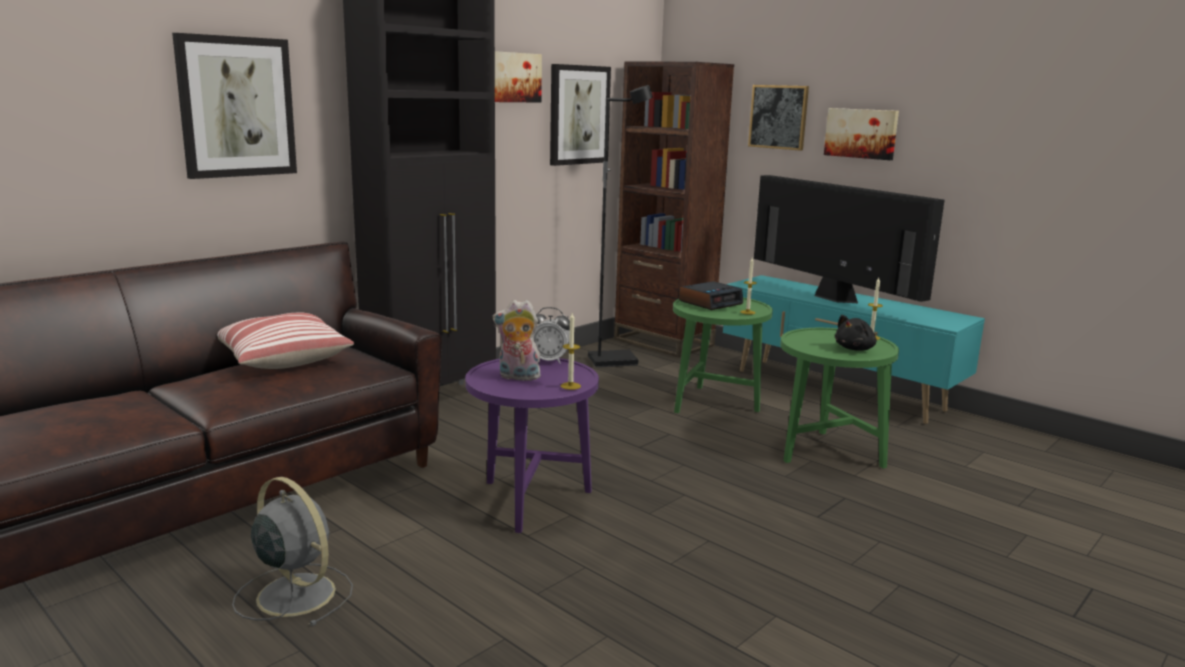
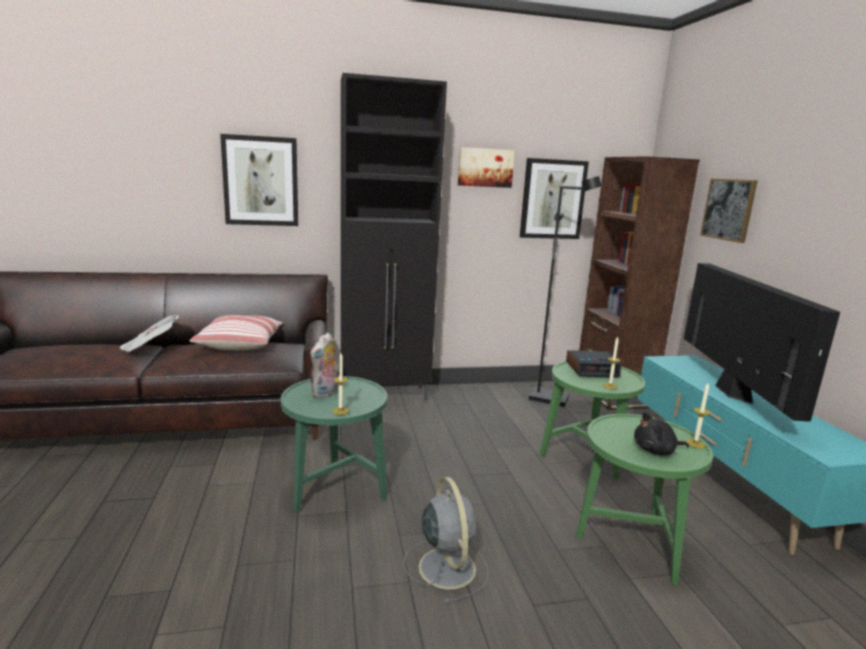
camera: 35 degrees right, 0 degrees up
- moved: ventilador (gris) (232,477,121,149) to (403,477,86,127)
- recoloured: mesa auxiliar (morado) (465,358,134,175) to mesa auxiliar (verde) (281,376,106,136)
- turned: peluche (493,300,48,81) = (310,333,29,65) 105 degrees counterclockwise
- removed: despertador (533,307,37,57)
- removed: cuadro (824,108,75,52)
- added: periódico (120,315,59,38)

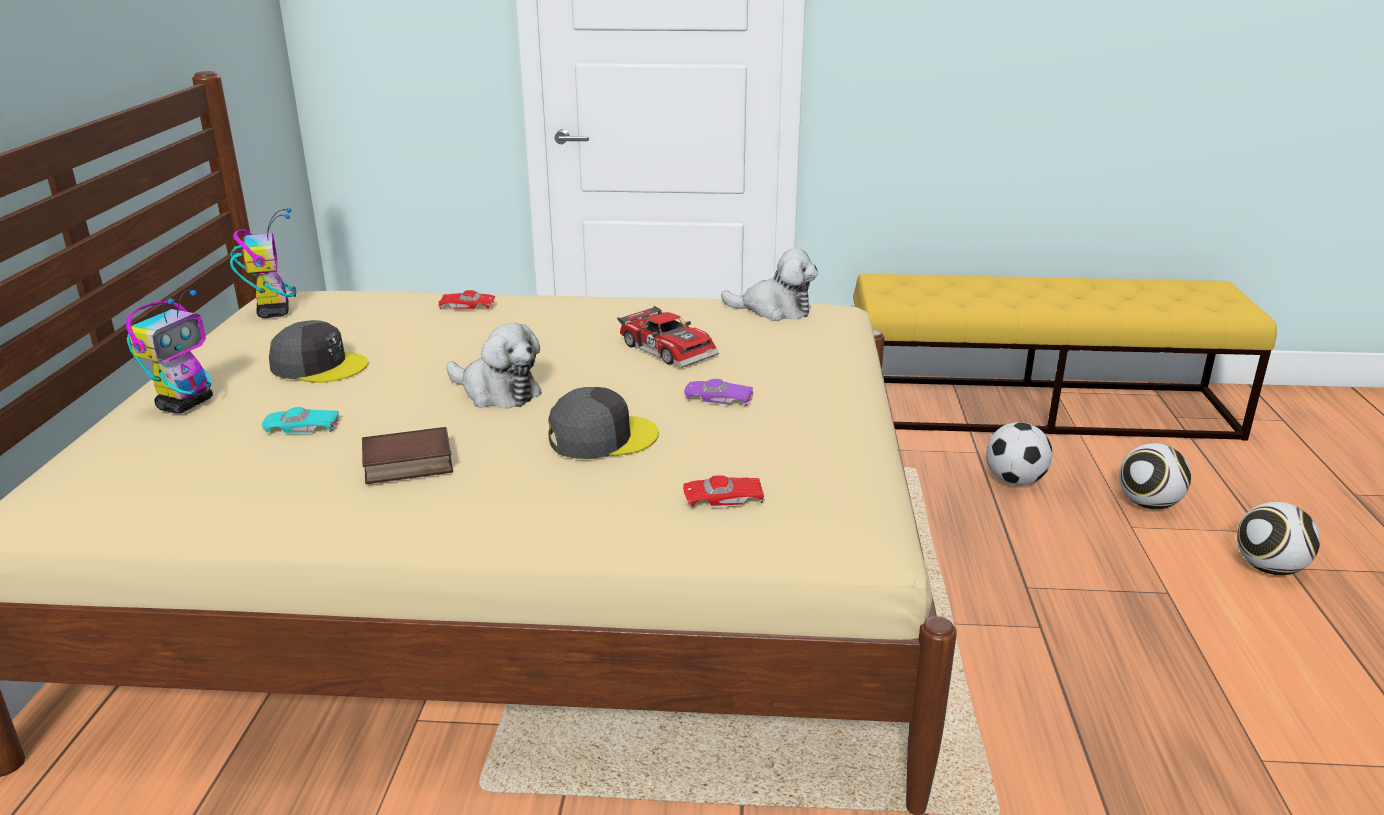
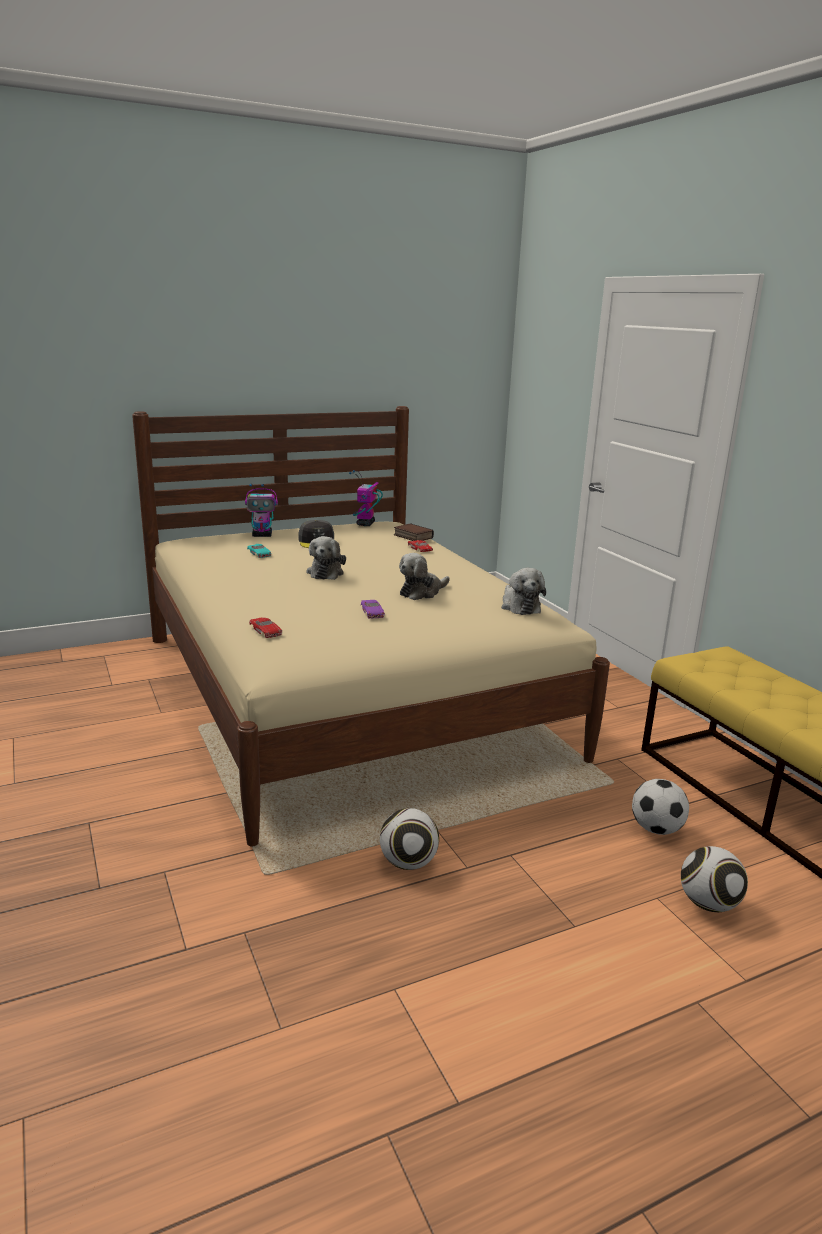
camera: 60 degrees right, 5 degrees down
- turned: robot de juguete (230,208,67,110) = (349,470,34,56) 150 degrees clockwise
- moved: libro (362,427,91,57) to (394,523,40,18)
- removed: gorra (gris) (548,387,111,72)
- replaced: coche de juguete (617,306,102,62) to peluche (399,553,51,47)
- moved: balón de fútbol (1237,502,83,73) to (380,808,59,62)

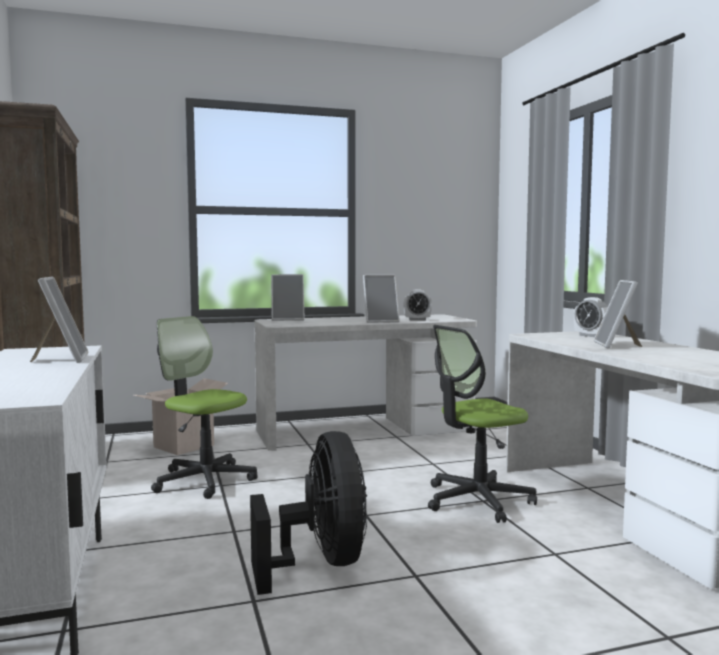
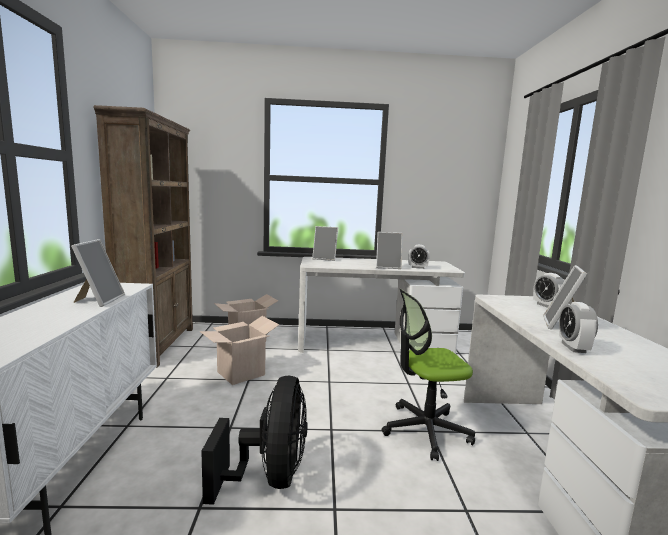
camera: 15 degrees right, 5 degrees up
- replaced: silla de oficina (151,316,107,183) to caja de cartón (200,316,79,69)
- added: despertador (559,302,39,51)

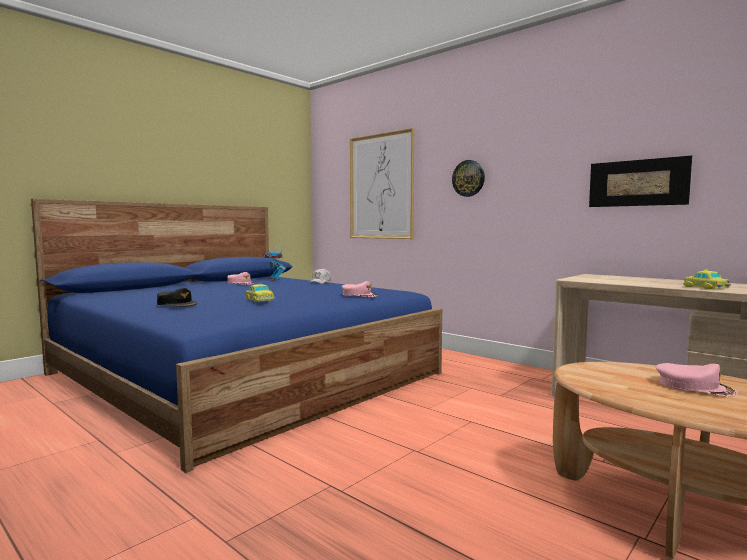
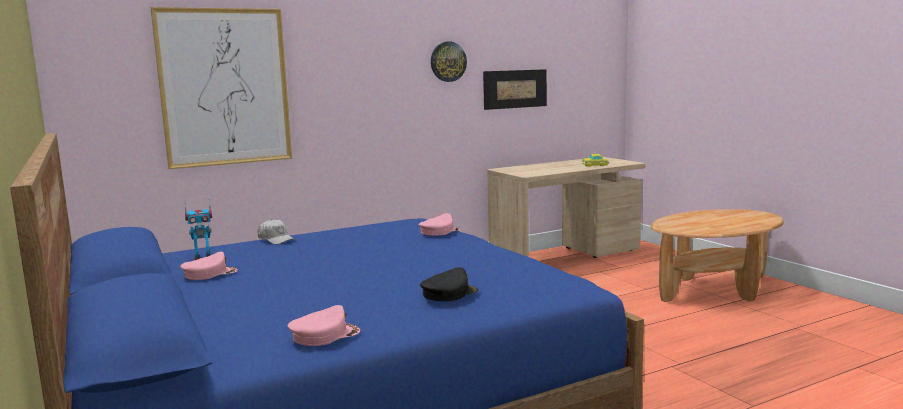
camera: 70 degrees left, 5 degrees up
- removed: coche de juguete (245,284,29,18)
- moved: reloj de pared (452,160,33,37) to (431,42,36,40)
- moved: gorra (rosa) (656,363,81,34) to (288,305,72,41)

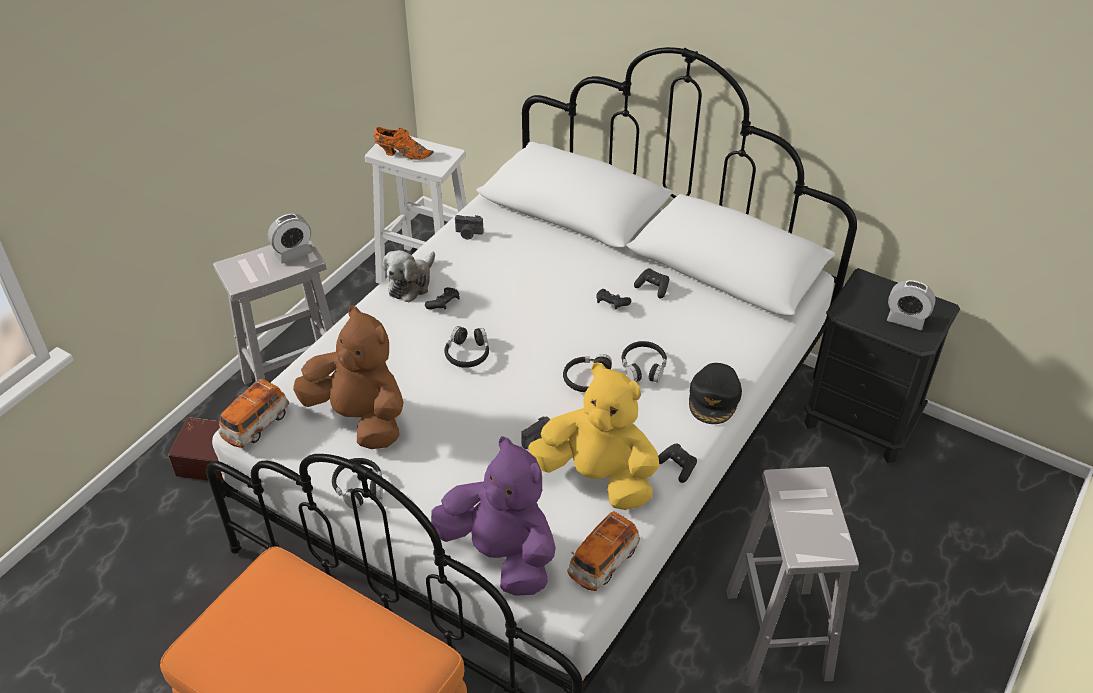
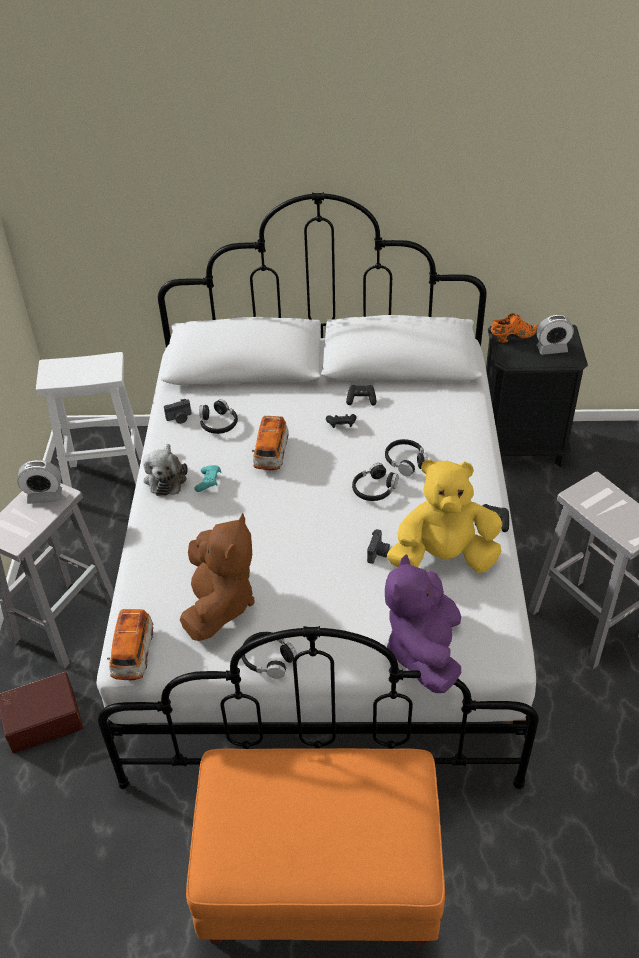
camera: 30 degrees left, 0 degrees up
- turned: despertador (268,214,44,50) = (17,460,45,44) 60 degrees clockwise
- turned: peluche (marrón) (293,306,111,143) = (180,513,74,128) 90 degrees clockwise
- moved: zapato (naranja) (374,127,60,33) to (490,313,49,30)
- recoloured: mando de consola (negro) (425,287,35,23) to mando de consola (turquesa) (195,465,26,27)
- turned: peluche (morado) (431,436,125,160) = (385,555,76,138) 90 degrees counterclockwise
- moved: auriculares (negro) (444,326,45,42) to (199,399,39,35)
- moved: coche de juguete (567,511,73,80) to (252,416,37,54)
- removed: gorra (negro) (689,363,53,61)

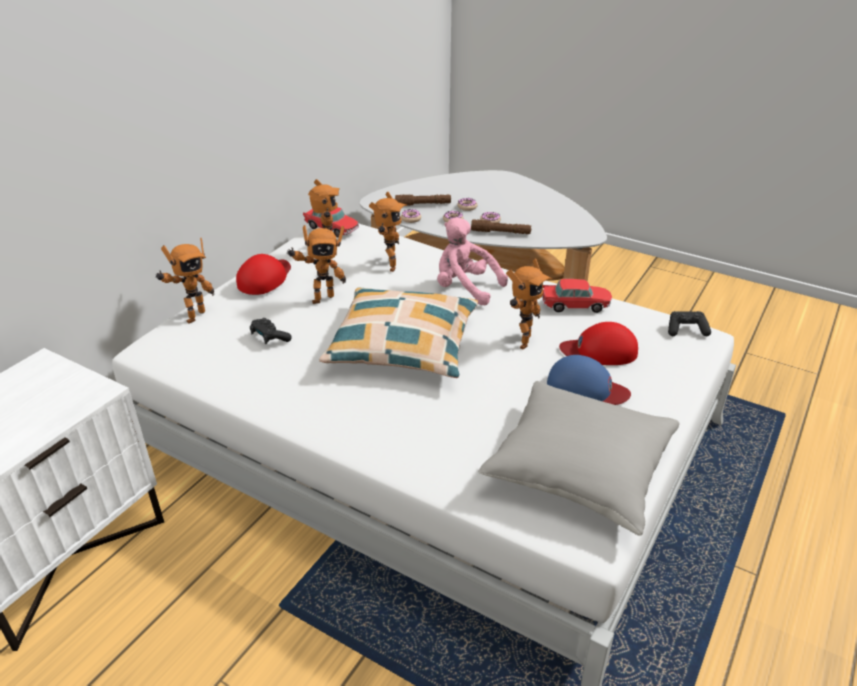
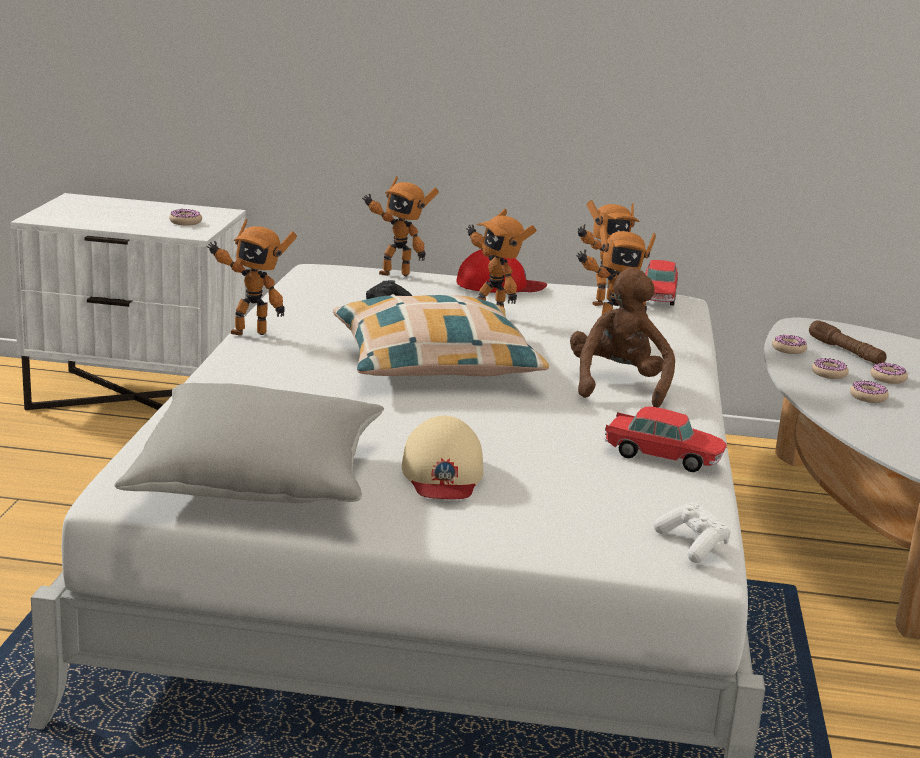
camera: 65 degrees right, 15 degrees down
- recoloured: peluche (rosa) (437,218,71,87) to peluche (marrón) (570,267,105,141)
- removed: linterna (marrón) (471,219,60,15)
- moved: robot de juguete (506,258,46,92) to (206,219,91,116)
- turned: coche de juguete (542,279,70,34) = (605,406,122,66) 45 degrees counterclockwise
- recoloured: gorra (azul) (547,355,84,50) to gorra (beis) (402,415,81,84)
- removed: gorra (rojo) (559,322,79,43)
- recoloured: mando de consola (negro) (668,311,43,25) to mando de consola (blanco) (654,502,77,61)
- added: rosquilla (169,209,33,17)

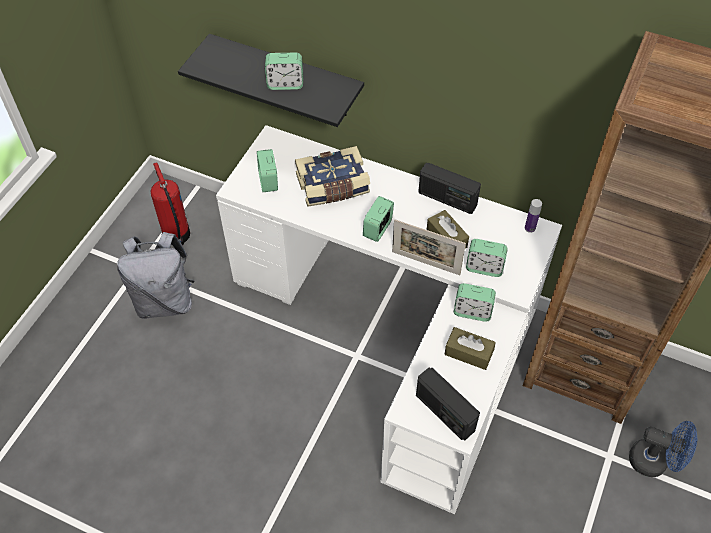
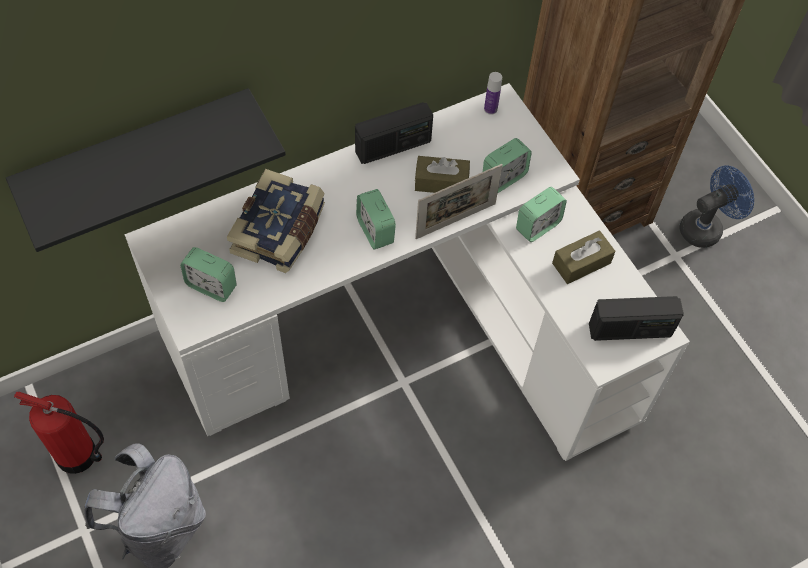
camera: 55 degrees left, 5 degrees up
- removed: despertador (265,53,38,37)

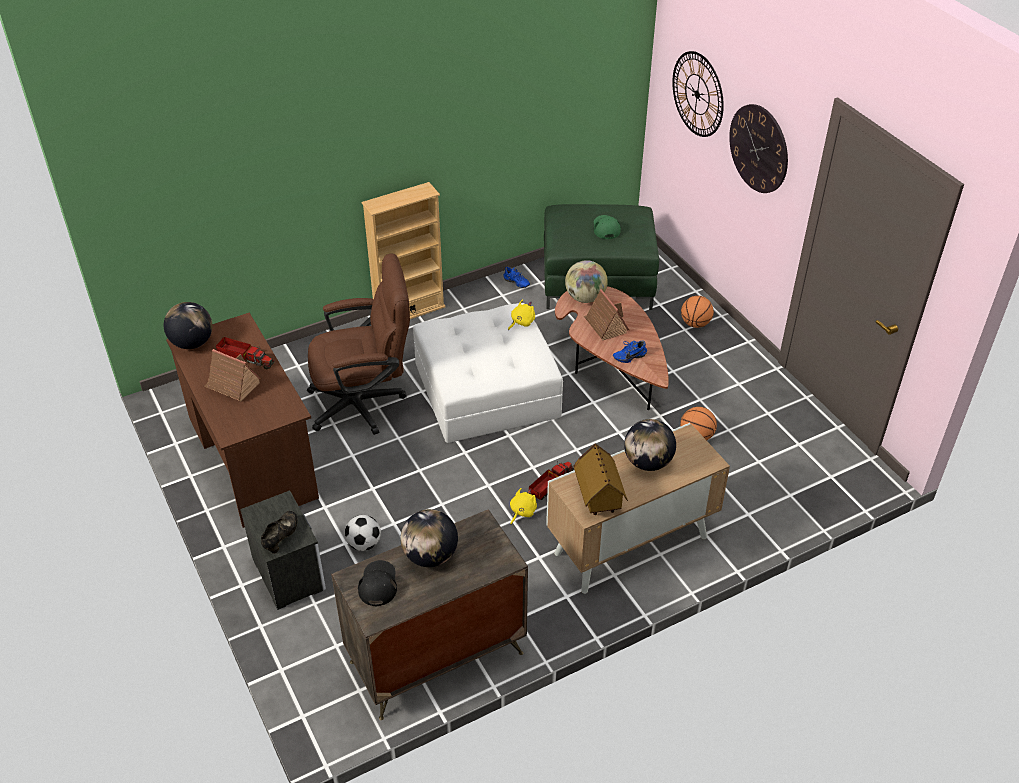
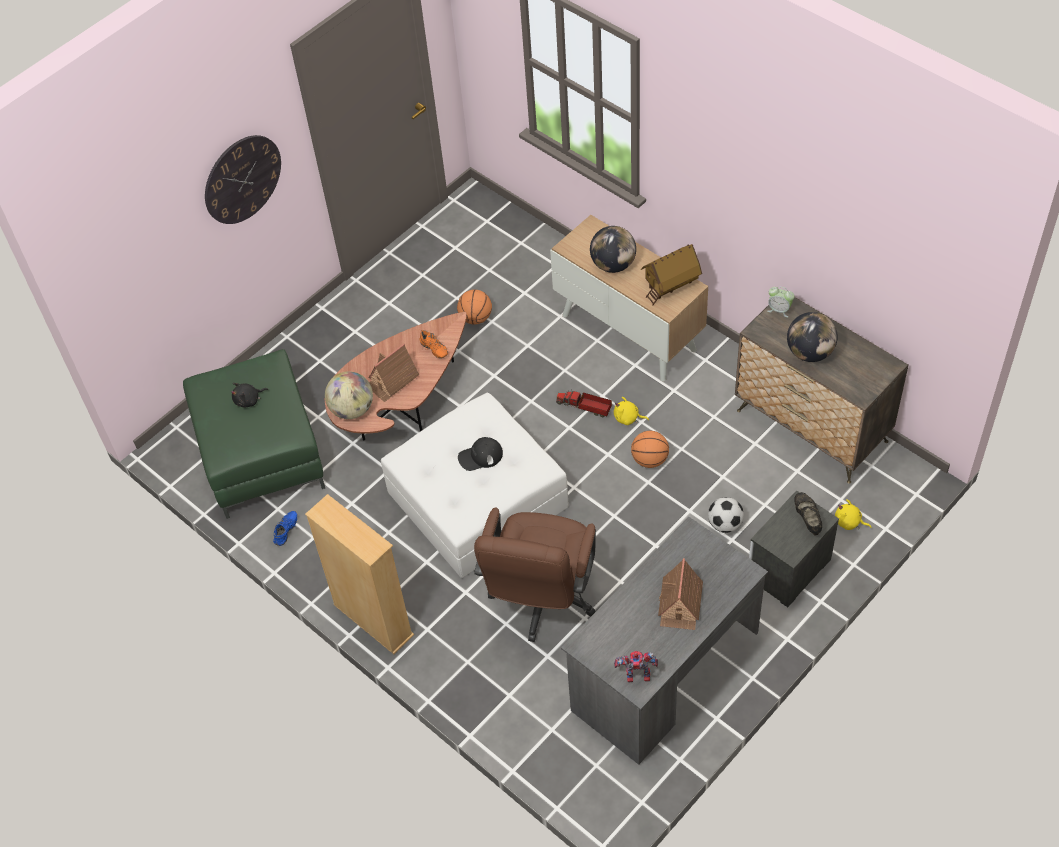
camera: 105 degrees left, 10 degrees up
- replaced: globo terráqueo (164,302,48,47) to robot de juguete (614,651,44,31)
- recoloured: escritorio (marrón) (166,313,153,215) to escritorio (gris) (561,517,207,248)
- removed: camión de juguete (216,337,58,33)
- turned: zapato (negro) (261,511,37,43) = (794,492,28,44) 75 degrees clockwise
- turned: silla de oficina (marrón) (307,254,103,181) = (474,507,122,135) 135 degrees counterclockwise
- moved: gorra (negro) (358,560,39,46) to (458,437,45,34)
- moved: peluche (amarillo) (508,299,27,31) to (835,499,37,31)
- replaced: gorra (verde) (594,215,27,24) to peluche (negro) (231,383,37,24)
- recoloured: zapato (azul) (613,340,34,23) to zapato (naranja) (420,330,28,28)
- removed: reloj de pared (672,51,52,86)
- moved: balón de baloncesto (681,296,33,32) to (631,431,38,37)
- added: despertador (767,287,28,30)

